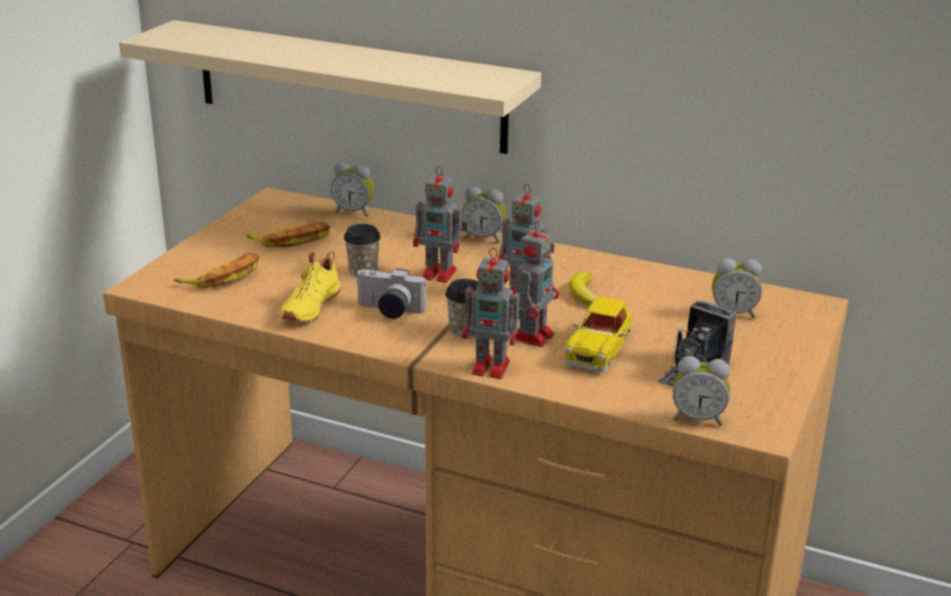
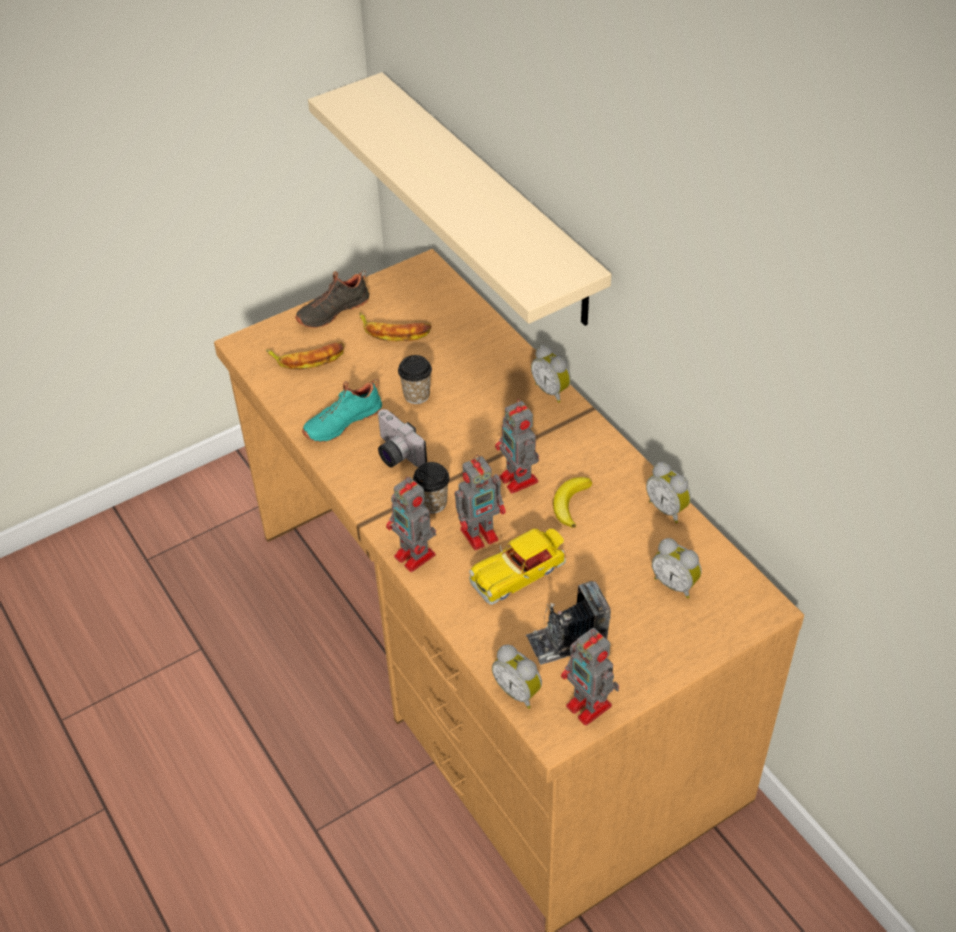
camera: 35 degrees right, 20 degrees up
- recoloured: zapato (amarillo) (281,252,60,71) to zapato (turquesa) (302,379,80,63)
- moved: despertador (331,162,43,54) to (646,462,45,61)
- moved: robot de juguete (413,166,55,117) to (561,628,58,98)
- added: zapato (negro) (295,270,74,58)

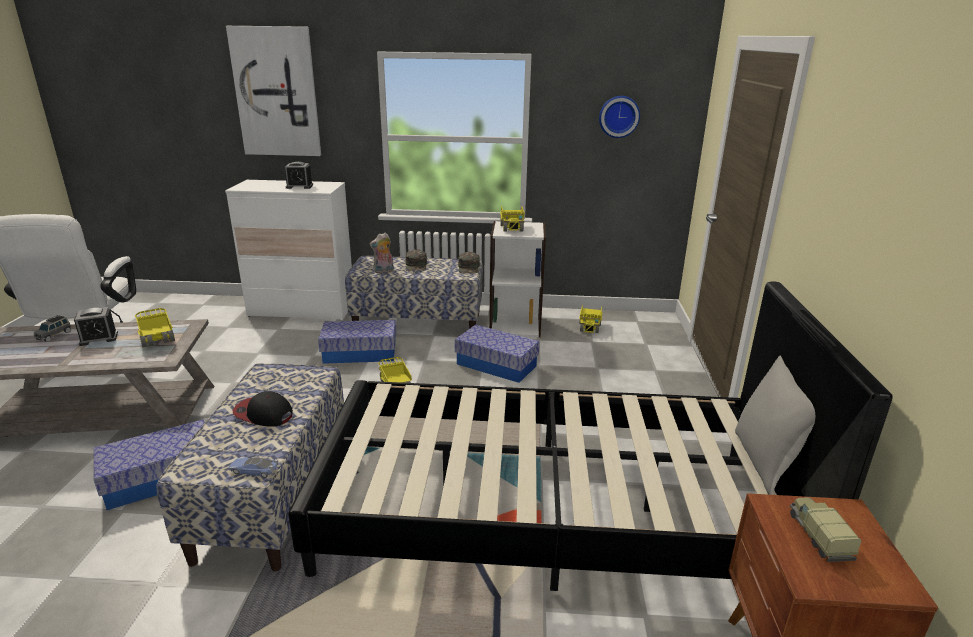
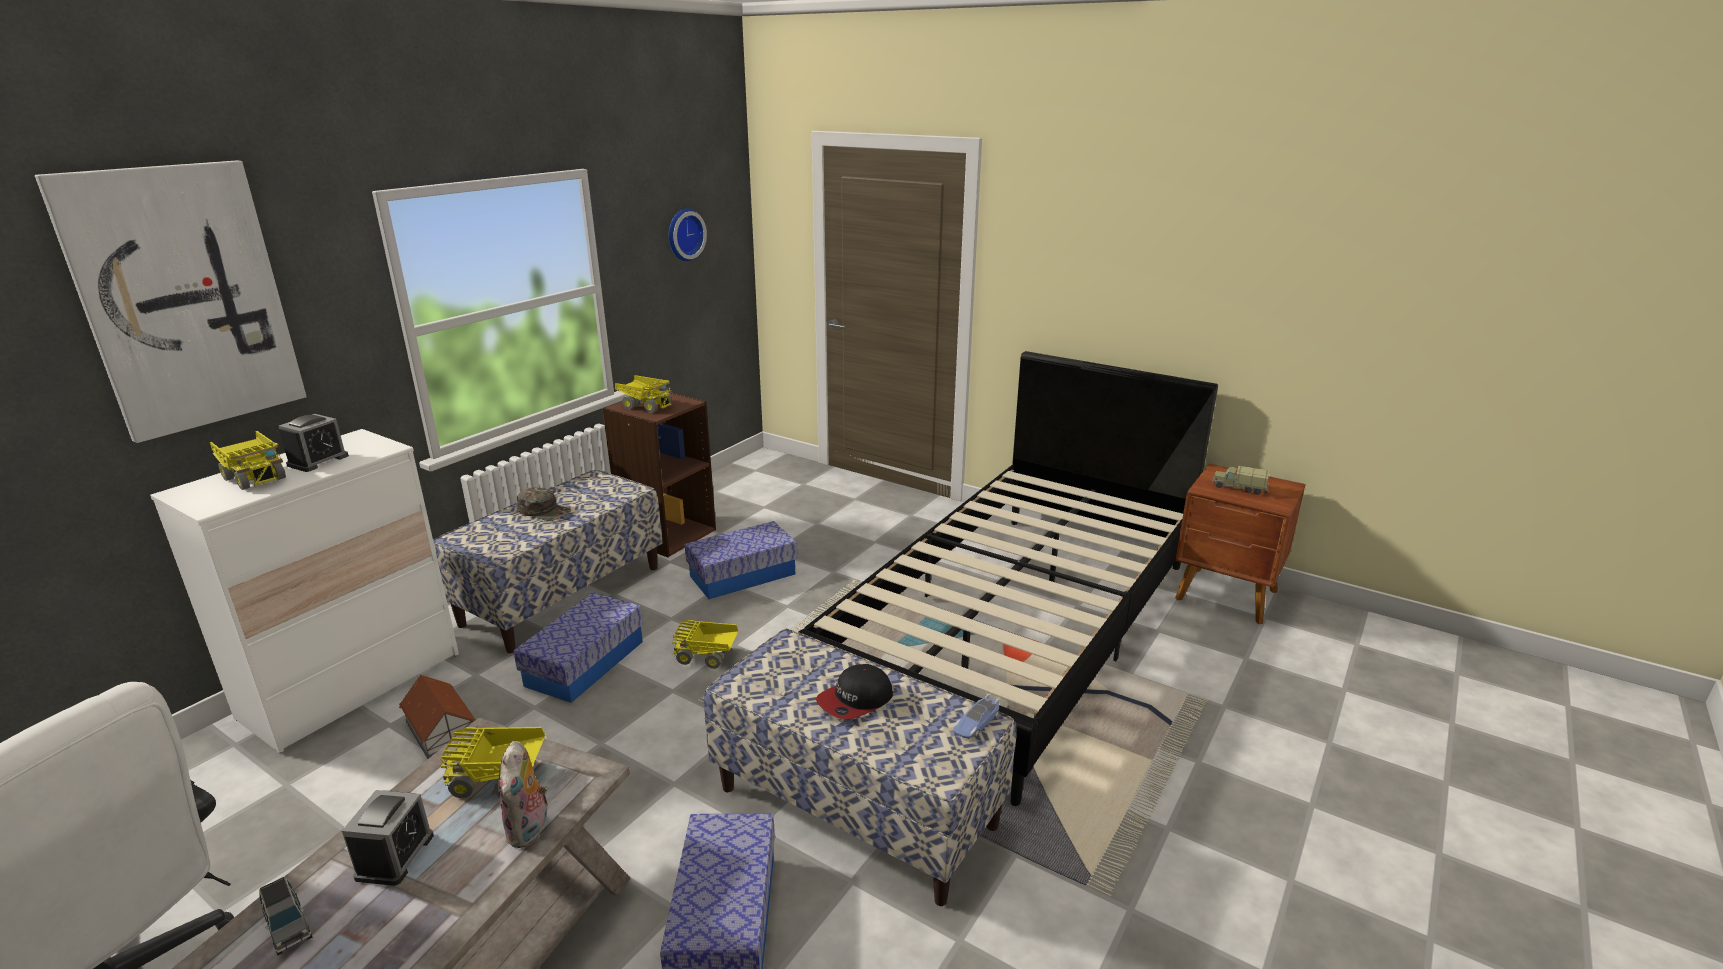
camera: 60 degrees left, 0 degrees up
- moved: peluche (370,233,24,40) to (498,741,50,107)
- removed: gorra (verde) (458,252,22,21)
- recoloured: estantería (blanco) (489,221,57,116) to estantería (marrón) (602,393,114,164)
- moved: camión de juguete (579,305,23,28) to (210,431,76,59)
- removed: cojín (gris) (735,356,80,139)
- added: casita (399,675,78,84)

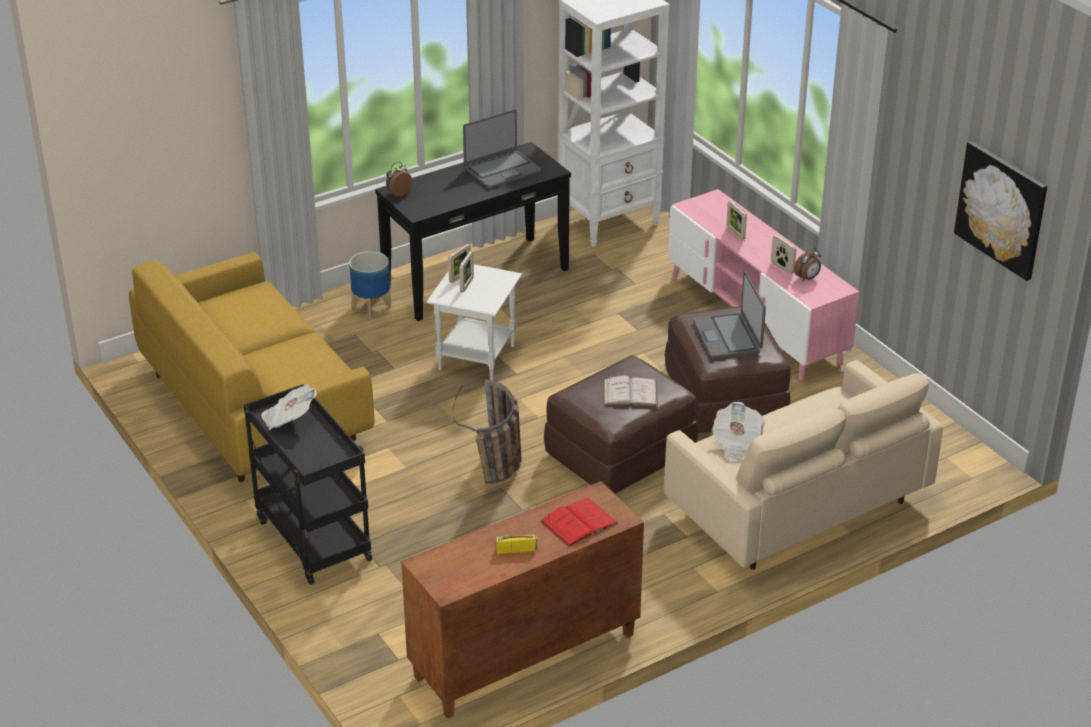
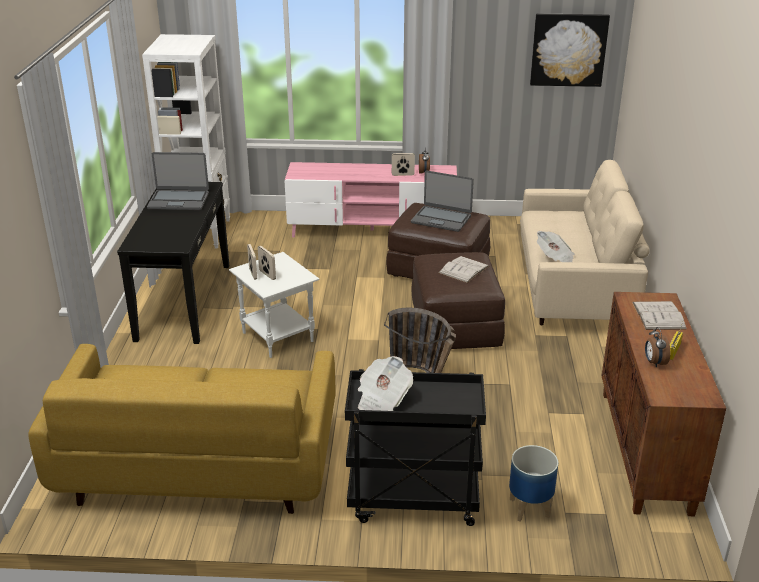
camera: 55 degrees left, 5 degrees down
- moved: maceta (349,251,42,67) to (509,445,49,77)
- moved: despertador (386,162,26,35) to (645,327,25,40)
- turned: portátil (463,109,78,80) = (147,152,62,58) 90 degrees clockwise
- recoloured: libro (rojo) (540,498,78,50) to libro (blanco) (632,301,55,29)
- removed: portarretratos (726,201,21,39)

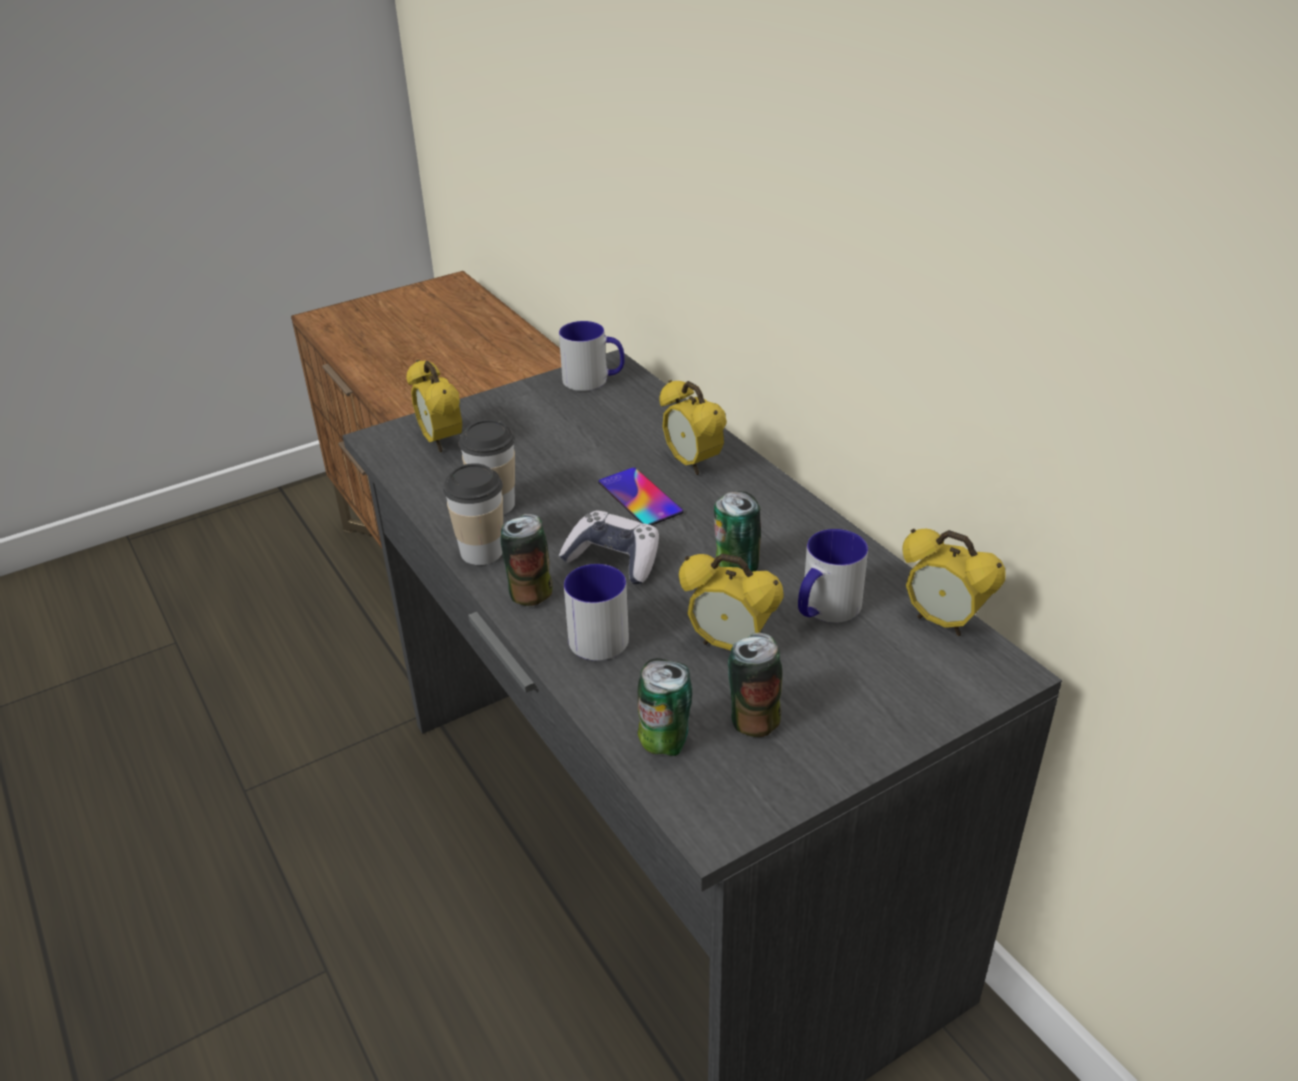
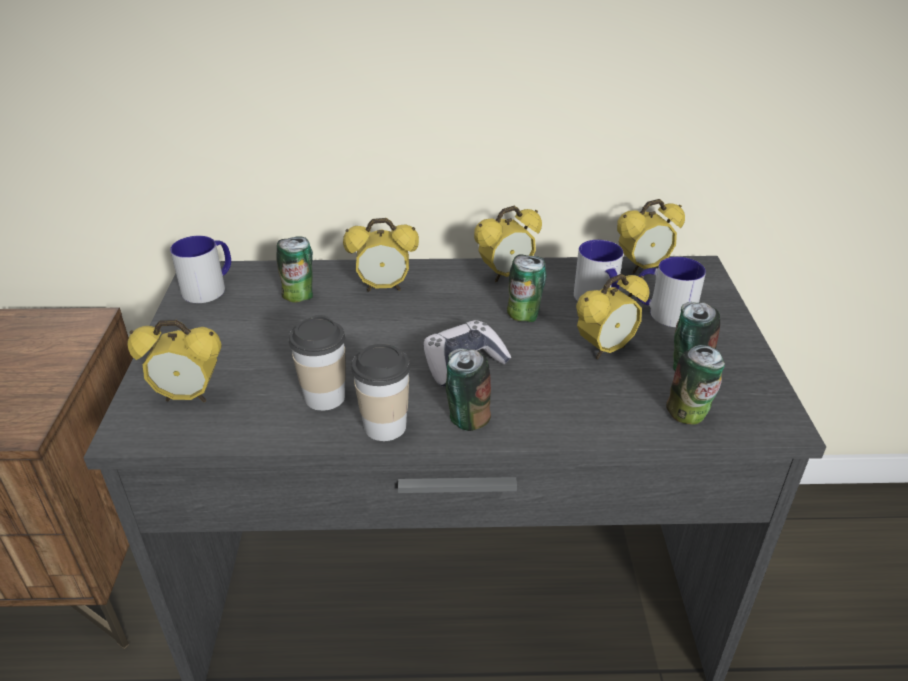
camera: 60 degrees left, 0 degrees up
- moved: taza grande (564,564,65,97) to (637,257,69,70)
- removed: móvil (598,468,86,58)
- added: lata (276,236,37,66)
- added: despertador (474,206,68,76)

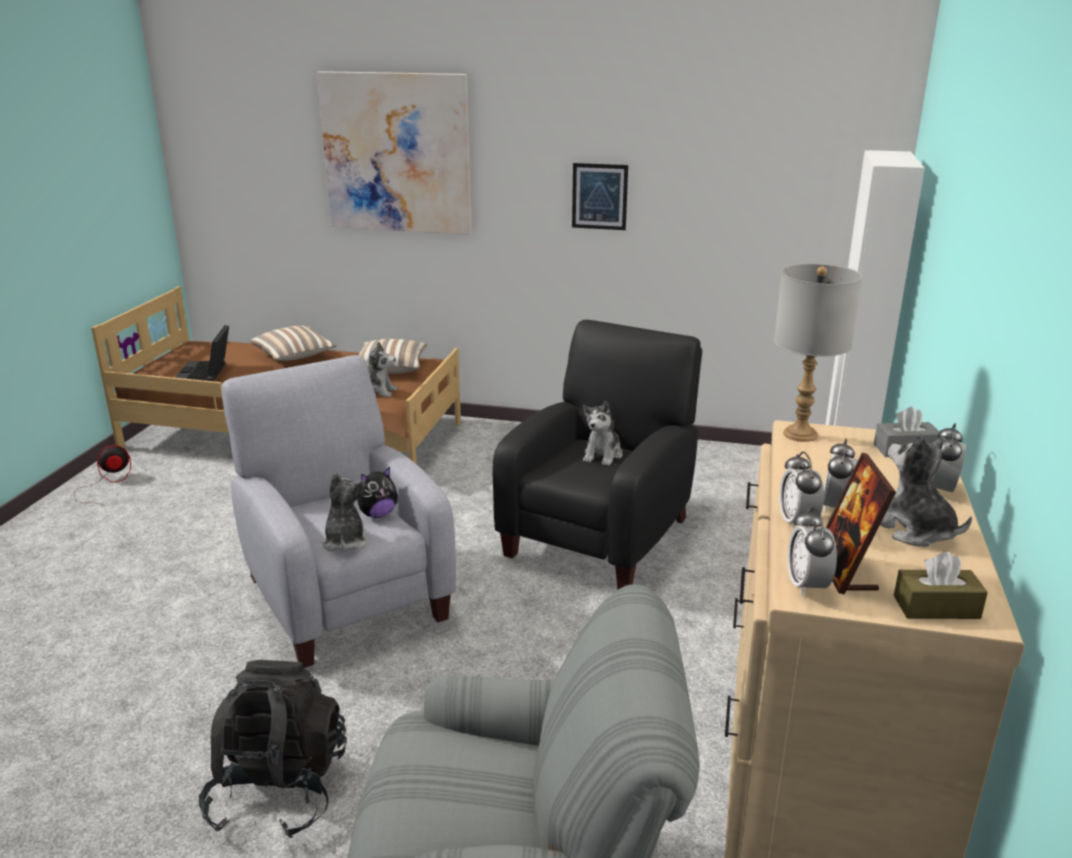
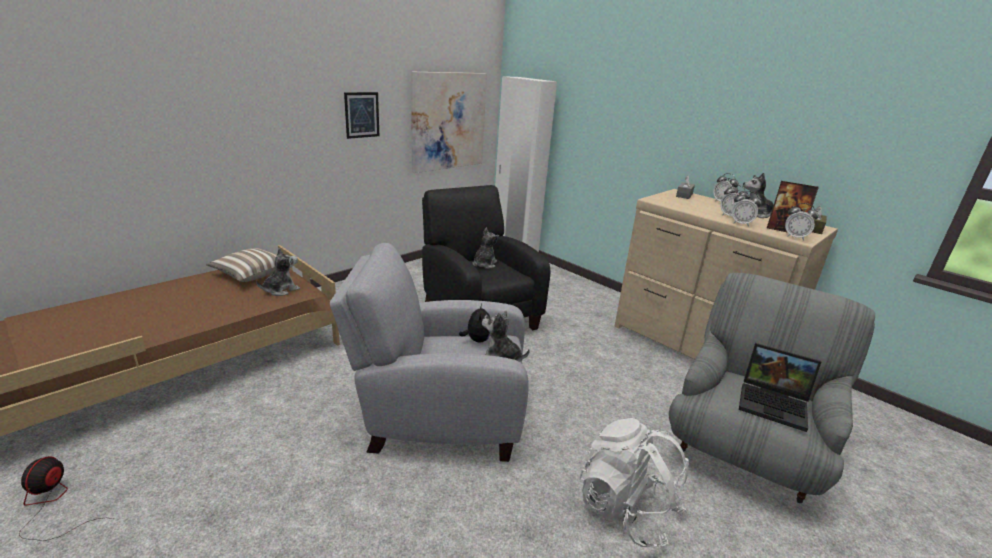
camera: 60 degrees left, 0 degrees up
- moved: portátil (175,325,54,56) to (739,343,82,89)
- recoloured: mochila (negro) (199,660,148,178) to mochila (blanco) (579,418,110,130)
- removed: cojín (250,326,87,35)
- moved: cuadro (317,71,155,164) to (411,72,76,101)
- turned: peluche (583,401,40,65) = (472,228,27,41) 120 degrees counterclockwise
- removed: lámpara de mesa (gris) (774,263,88,179)

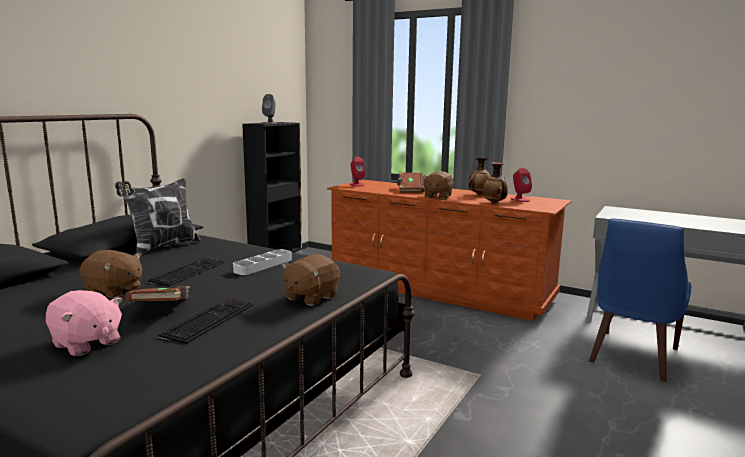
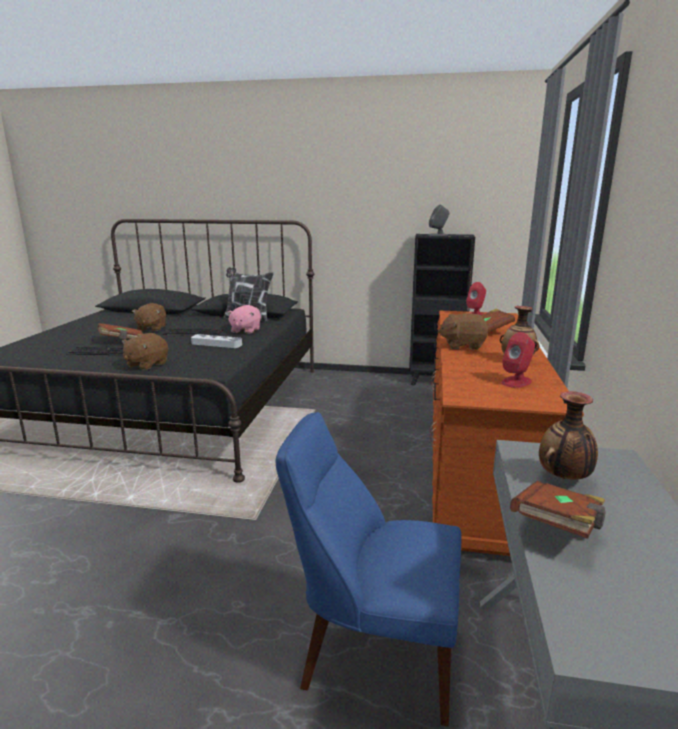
camera: 70 degrees right, 5 degrees up
- moved: peluche (rosa) (46,290,77,66) to (227,305,34,29)
- turned: peluche (marrón) (282,255,58,51) = (122,333,46,37) 75 degrees counterclockwise
- moved: florero (483,162,25,41) to (539,391,59,89)
- added: libro (marrón) (510,481,95,58)

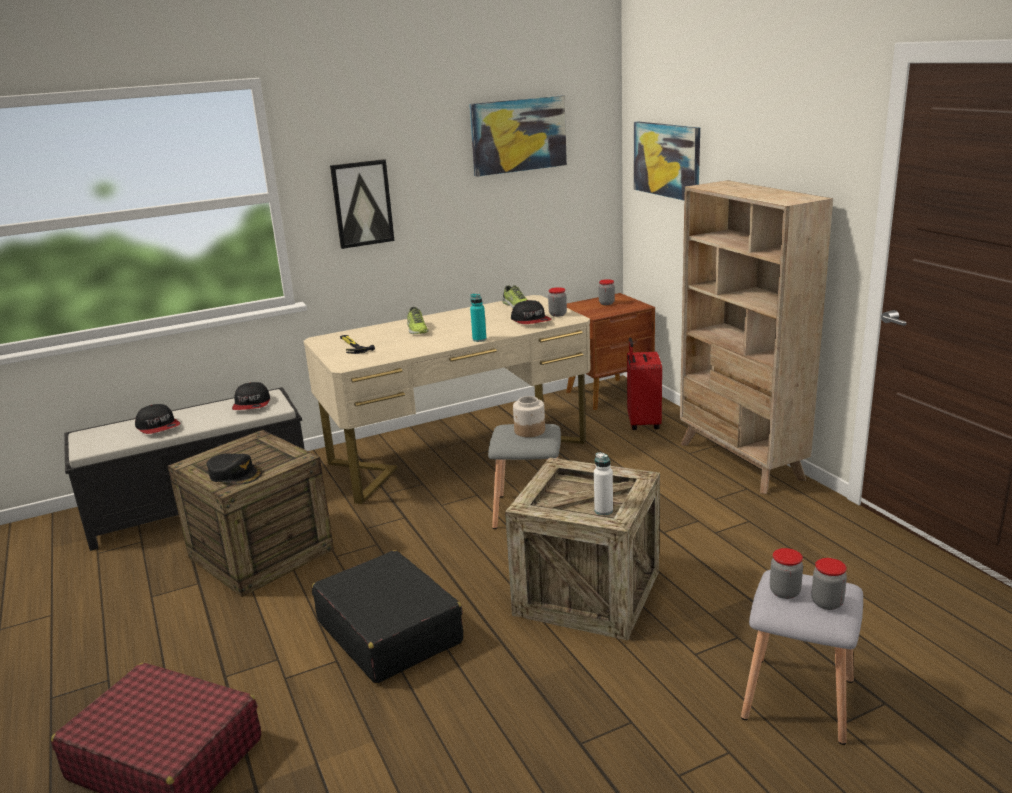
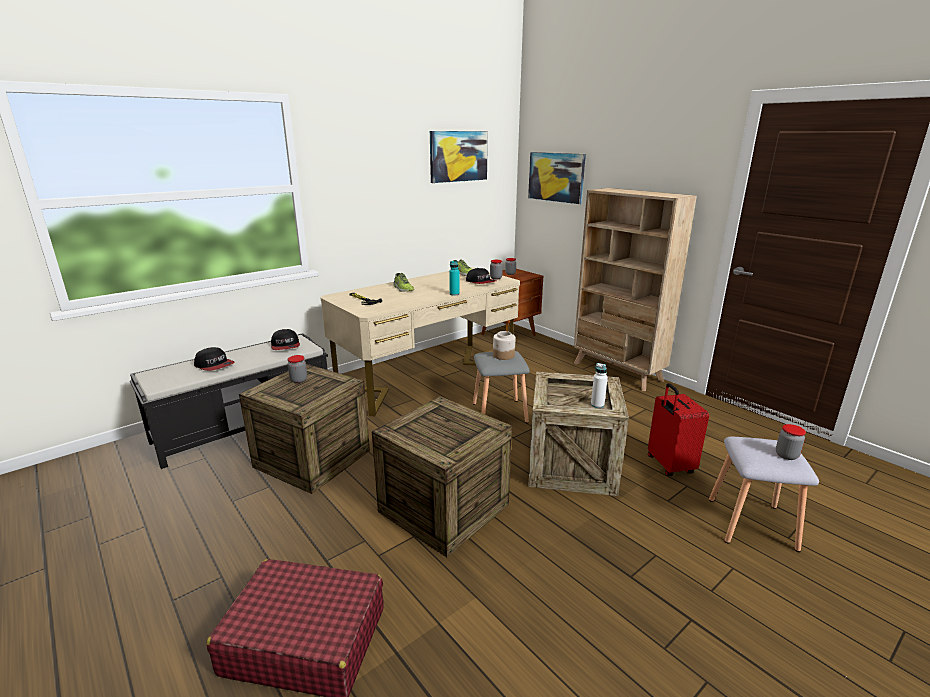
camera: 15 degrees left, 0 degrees up
- removed: gorra (negro) (207,453,55,32)
- replaced: maleta (negro) (312,550,151,133) to caja de embalaje (372,396,140,161)
- removed: cuadro (330,159,65,90)
- moved: maleta (rojo) (627,337,35,93) to (648,383,61,93)
- moved: tarro (770,548,33,51) to (287,355,20,28)

